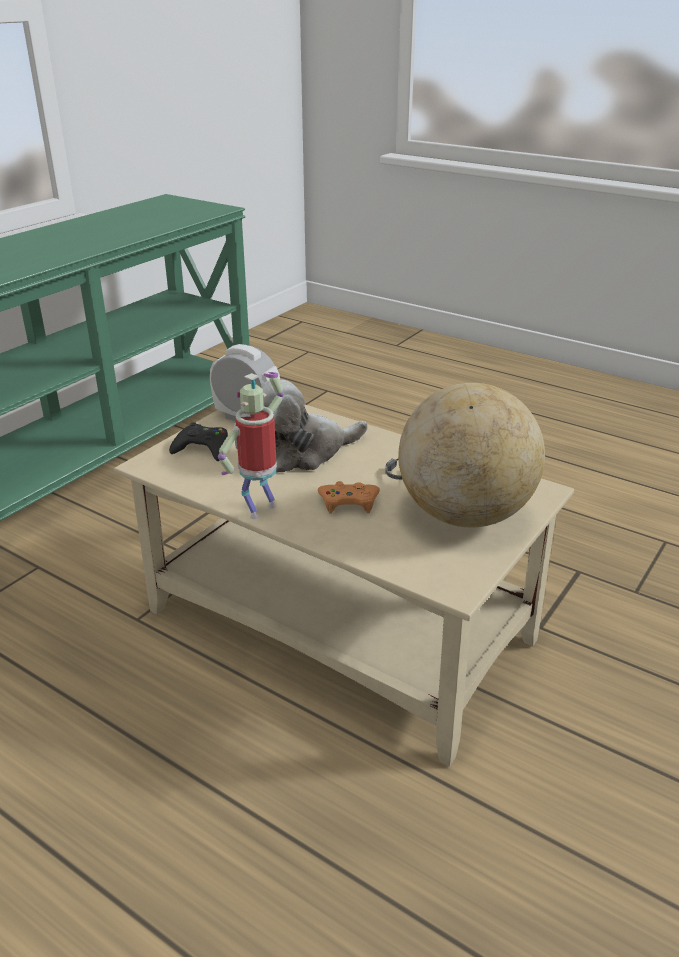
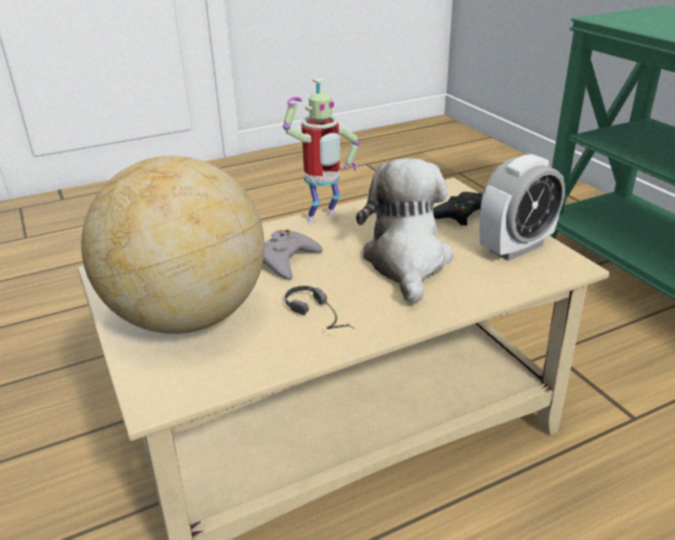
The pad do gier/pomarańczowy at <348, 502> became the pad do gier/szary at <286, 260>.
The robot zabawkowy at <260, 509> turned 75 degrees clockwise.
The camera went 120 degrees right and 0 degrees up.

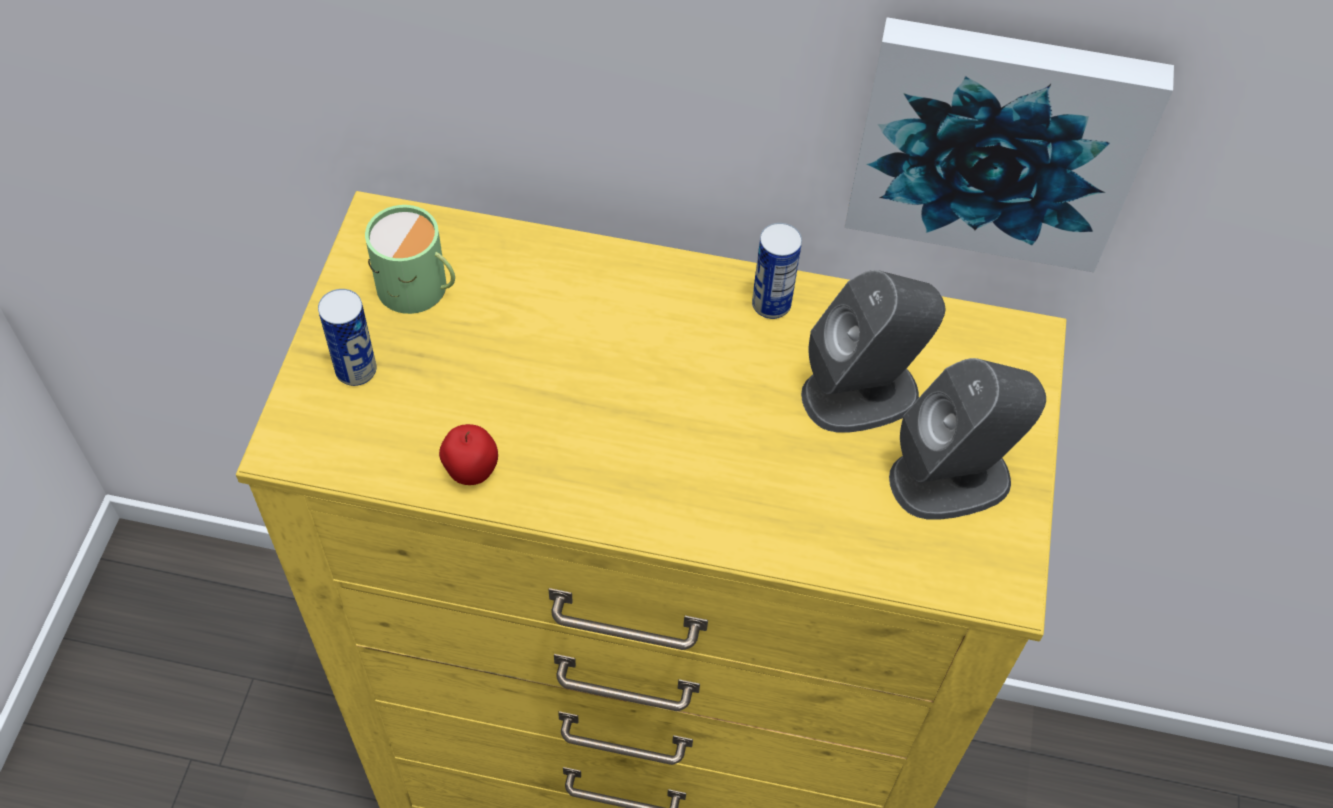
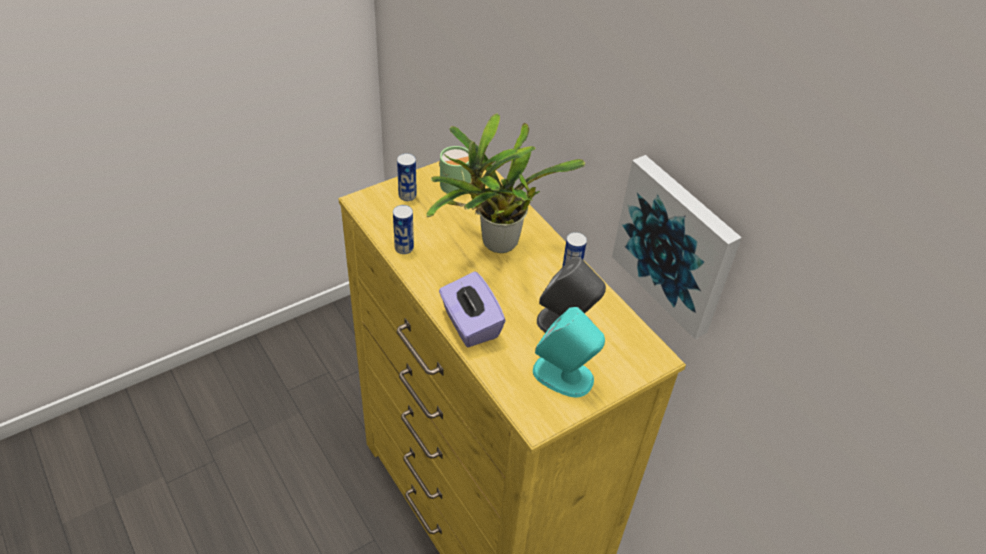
The jabłko at <471, 472> was replaced by the puszka at <404, 248>.
The roślina doniczkowa at <494, 244> appeared.
The pudełko chusteczek/fioletowy at <470, 324> appeared.
The głośnik/szary at <952, 478> became the głośnik/turkusowy at <564, 375>.
The camera went 45 degrees right and 10 degrees down.

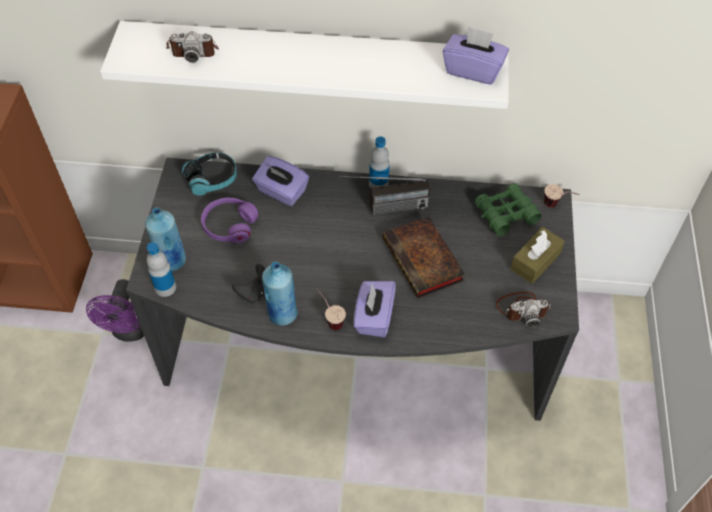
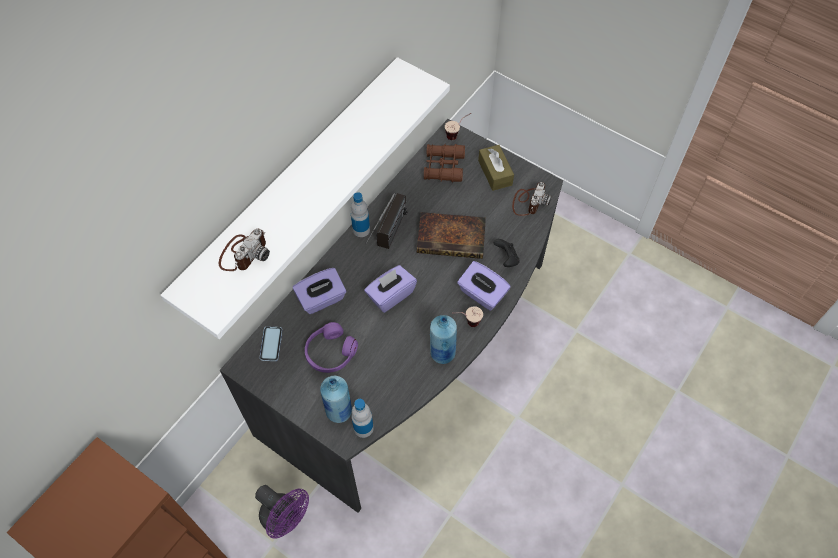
The słuchawki at <212, 179> was replaced by the telefon at <271, 344>.
The pudełko chusteczek/fioletowy moved from <473, 70> to <390, 295>.
The lornetka/zielony at <505, 214> became the lornetka/brązowy at <443, 167>.
The pad do gier/czarny moved from <255, 292> to <506, 259>.
The camera went 60 degrees left and 5 degrees up.

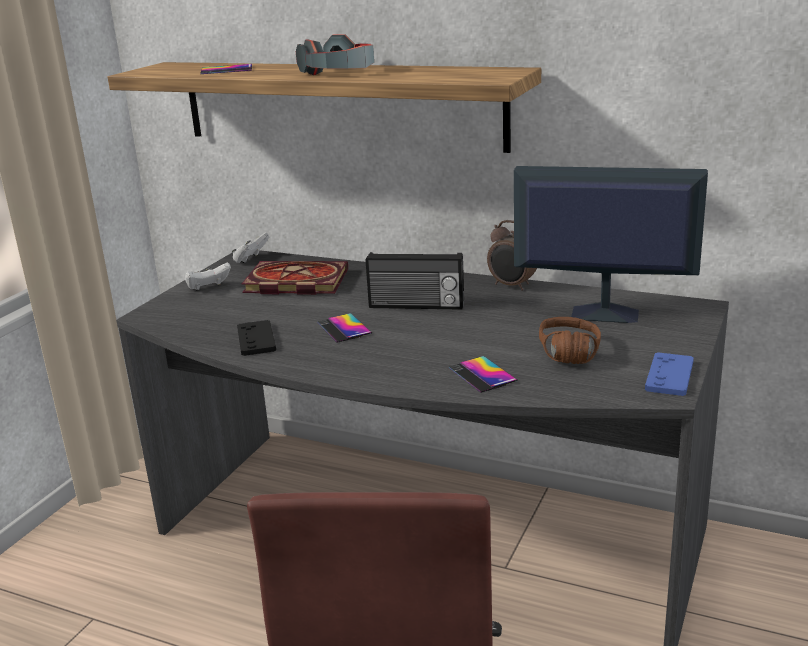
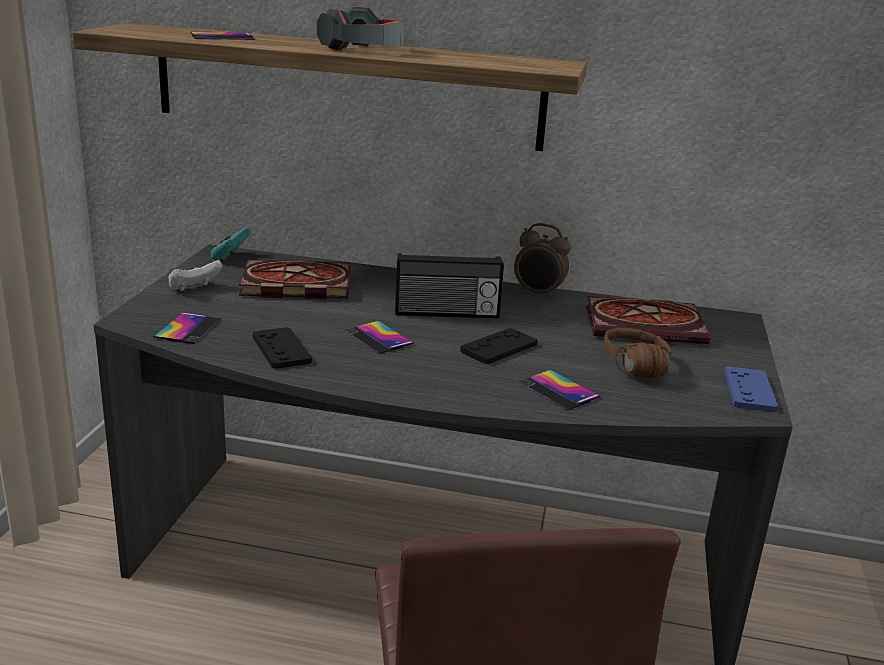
The telefon at <188, 328> appeared.
The pad do gier/biały at <251, 259> became the pad do gier/turkusowy at <230, 257>.
The pad do gier/czarny at <499, 348> appeared.
The monitor at <603, 314> was replaced by the książka at <647, 325>.
The camera went 15 degrees left and 0 degrees up.

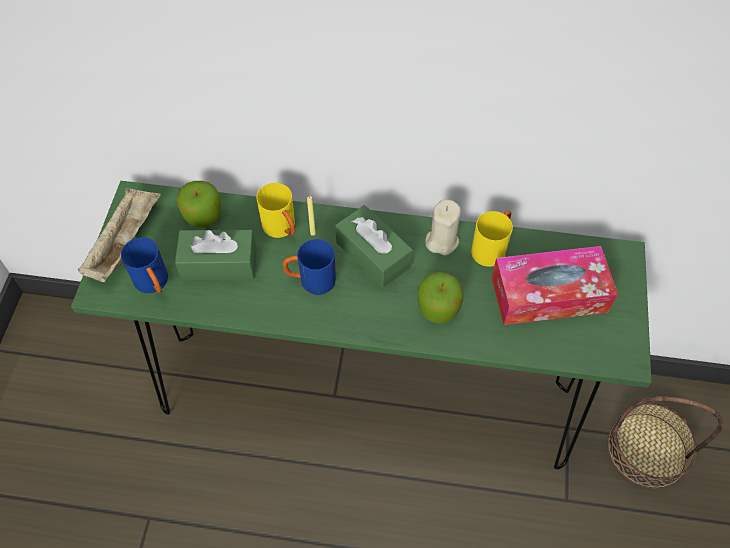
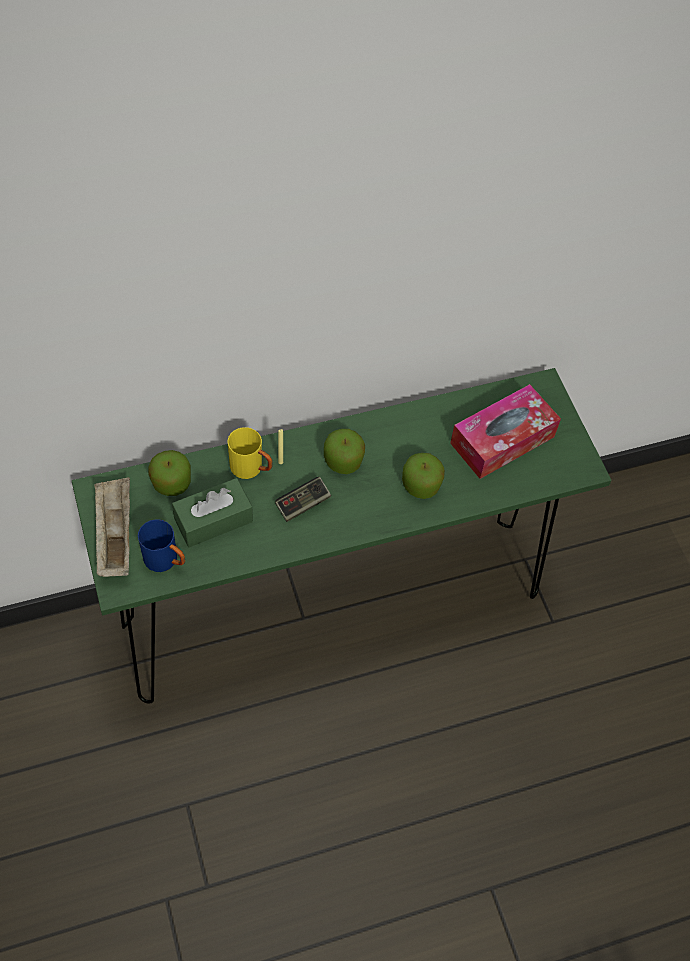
The kubek/niebieski at <311, 281> was replaced by the pad do gier at <303, 504>.
The pudełko chusteczek/zielony at <373, 254> was replaced by the jabłko at <343, 461>.
The świeca/beżowy at <441, 241> disappeared.
The kubek/żółty at <491, 248> disappeared.
The koszyk at <647, 449> disappeared.
The camera went 30 degrees left and 0 degrees up.

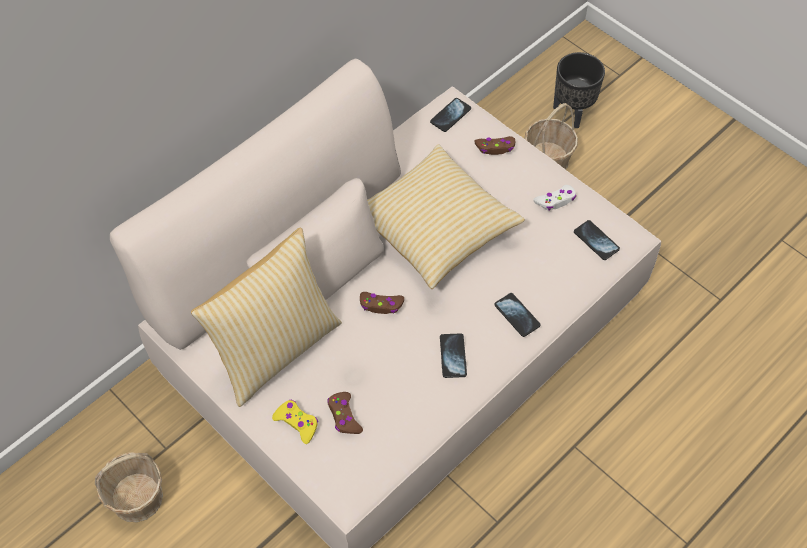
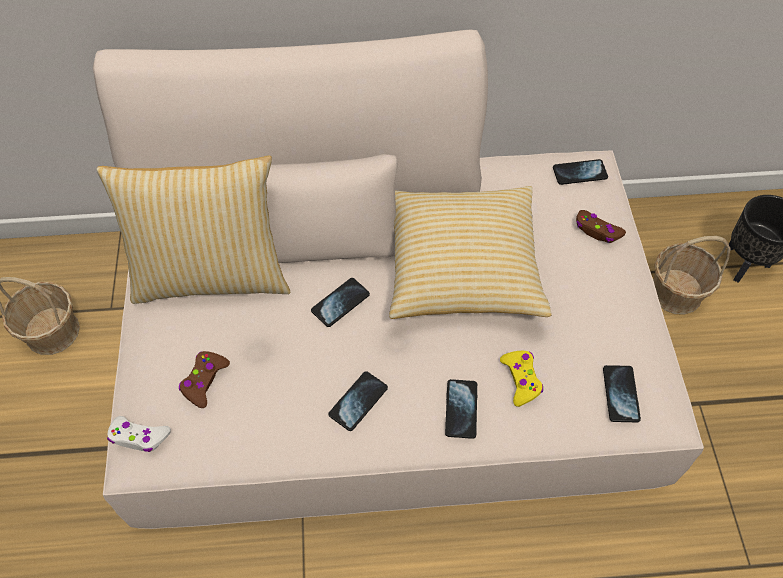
The pad do gier/biały moved from <555, 201> to <139, 437>.
The pad do gier/brązowy at <381, 305> was replaced by the telefon at <340, 303>.
The pad do gier/żółty moved from <297, 423> to <521, 379>.
The camera went 40 degrees right and 0 degrees up.

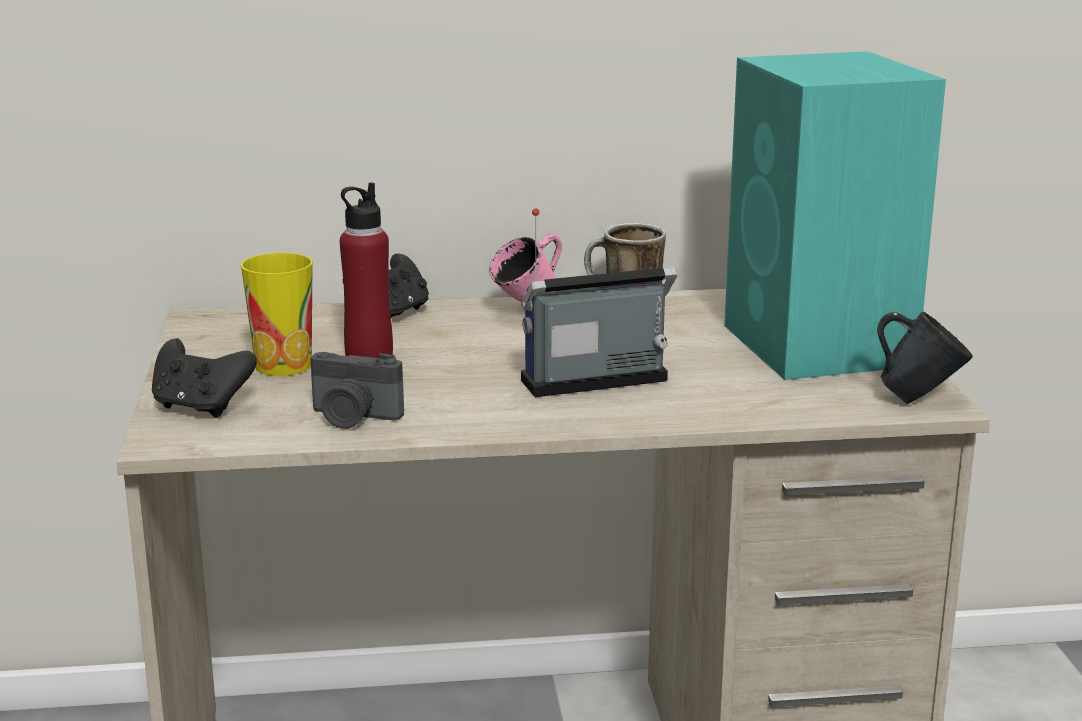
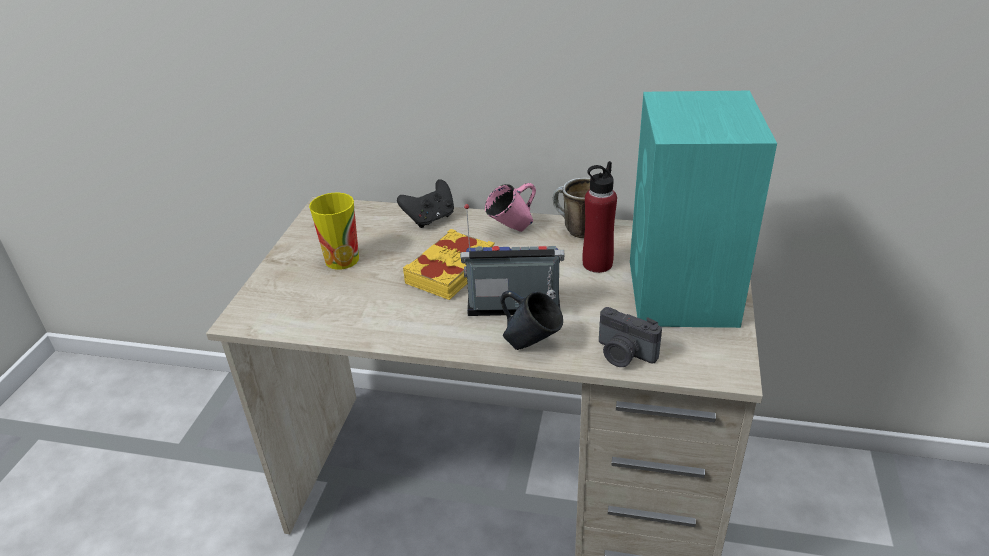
The książka/żółty at <452, 271> appeared.
The kubek/niebieski moved from <918, 399> to <531, 345>.
The butelka/czerwony moved from <368, 356> to <597, 264>.
The aparat fotograficzny moved from <353, 417> to <623, 354>.
The pad do gier/czarny at <201, 407> disappeared.
The camera went 20 degrees right and 15 degrees up.

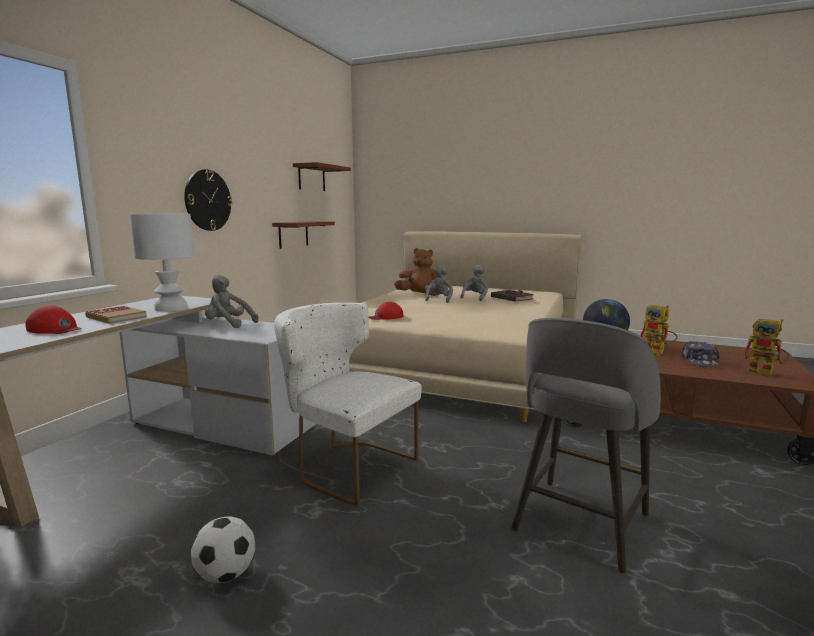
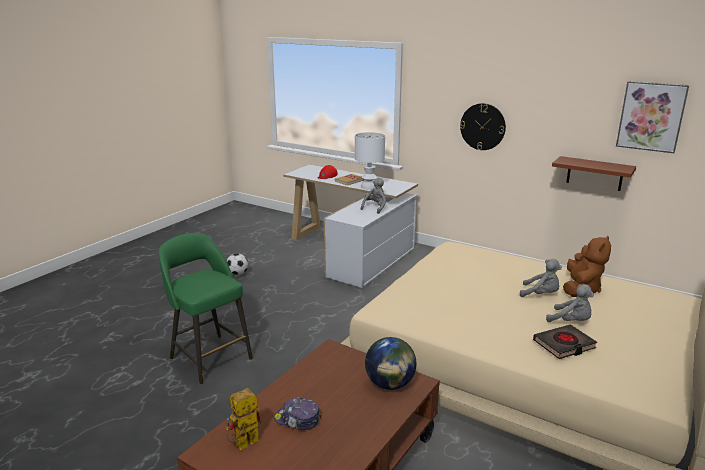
The stołek/szary at <579, 524> became the stołek/zielony at <209, 357>.
The półka/brązowy at <311, 178> was replaced by the obraz at <651, 116>.
The krzesło/biały at <347, 466> disappeared.
The czapka z daszkiem/czerwony at <386, 317> disappeared.
The robot zabawkowy at <657, 353> disappeared.
The camera went 100 degrees right and 10 degrees up.

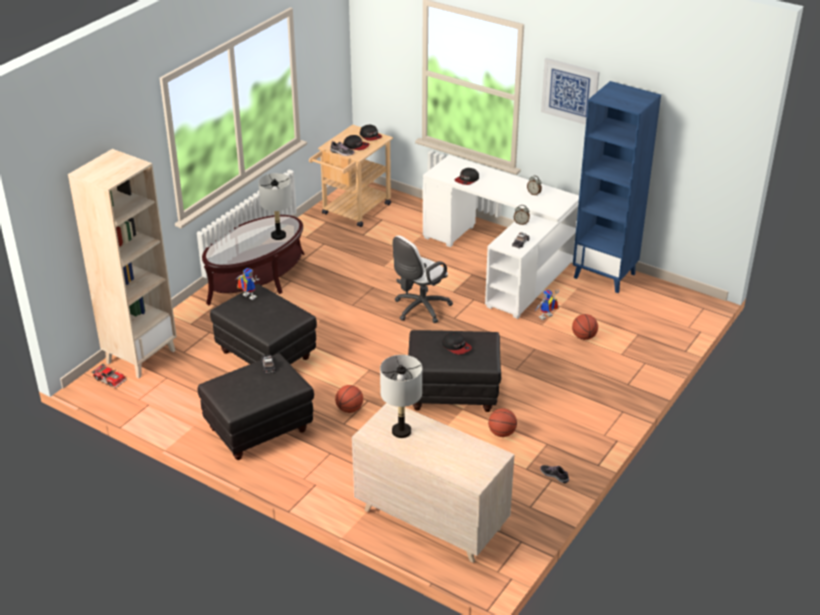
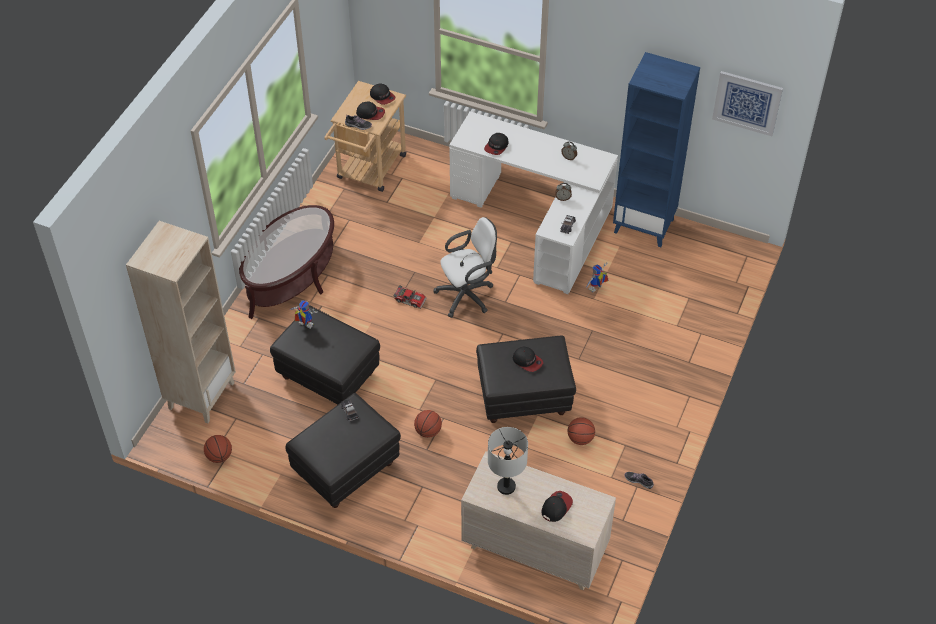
The piłka do koszykówki moved from <584, 337> to <219, 456>.
The samochodzik moved from <110, 378> to <410, 299>.
The krzesło biurowe/biały at <419, 309> turned 150 degrees counterclockwise.
The czapka z daszkiem at <556, 507> appeared.
The obraz moved from <570, 91> to <747, 103>.
The lampa stołowa/szary at <278, 236> disappeared.
The camera went 10 degrees left and 15 degrees up.

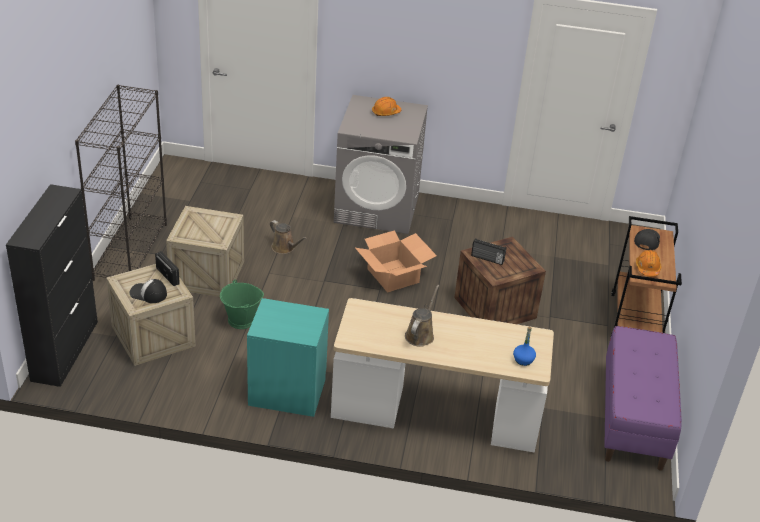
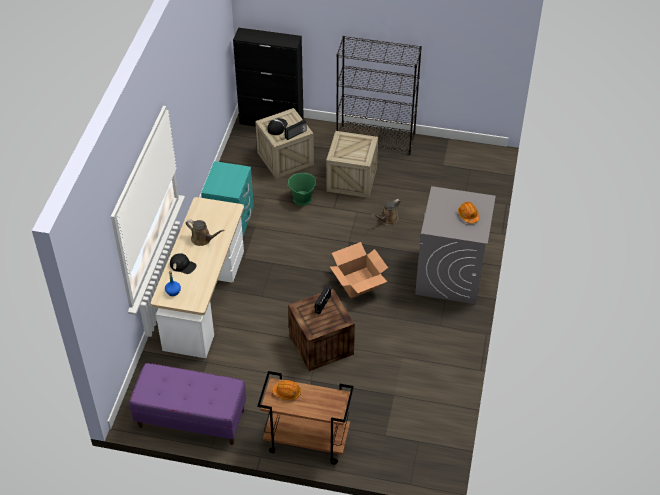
The czapka z daszkiem/czarny moved from <647, 240> to <183, 265>.
The camera went 95 degrees right and 10 degrees up.

